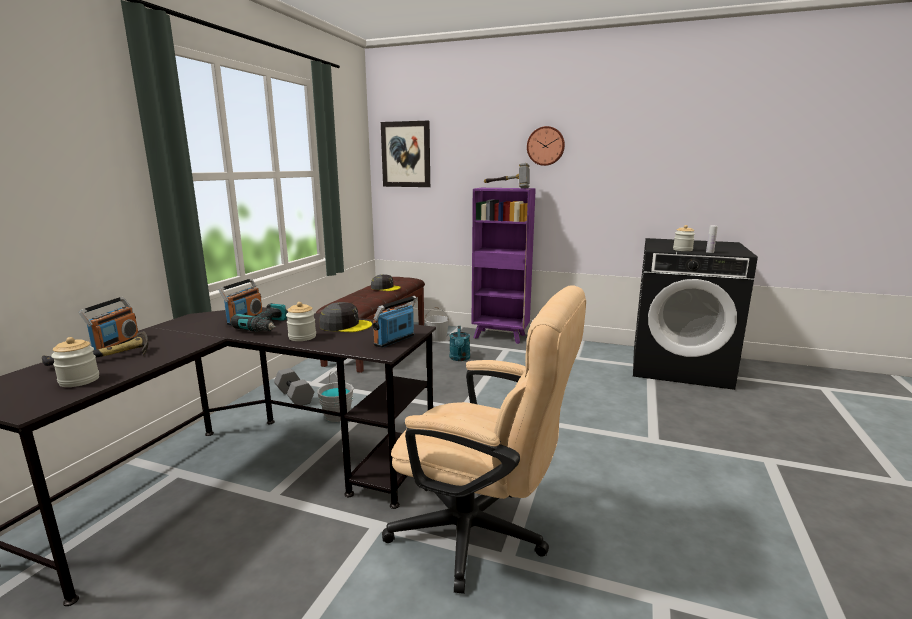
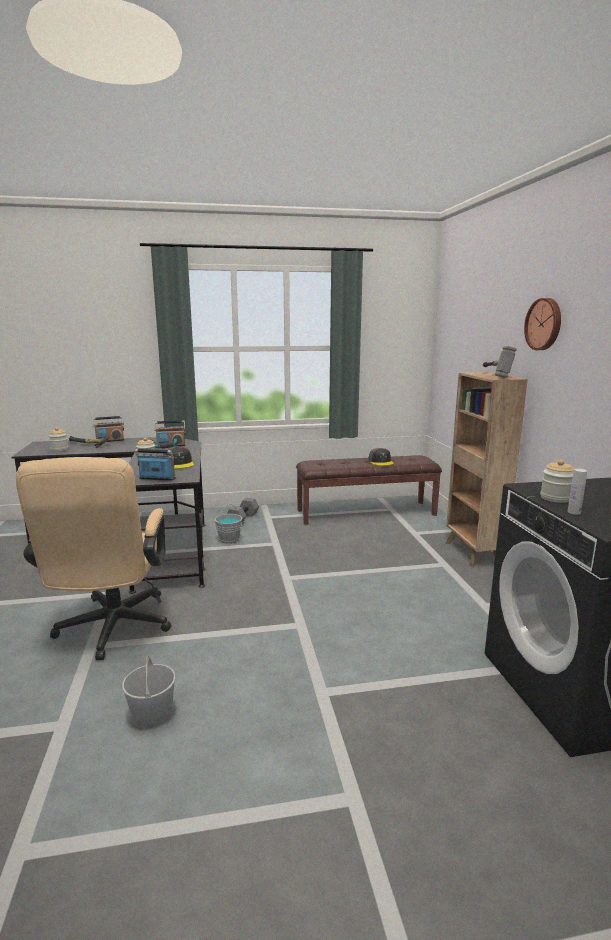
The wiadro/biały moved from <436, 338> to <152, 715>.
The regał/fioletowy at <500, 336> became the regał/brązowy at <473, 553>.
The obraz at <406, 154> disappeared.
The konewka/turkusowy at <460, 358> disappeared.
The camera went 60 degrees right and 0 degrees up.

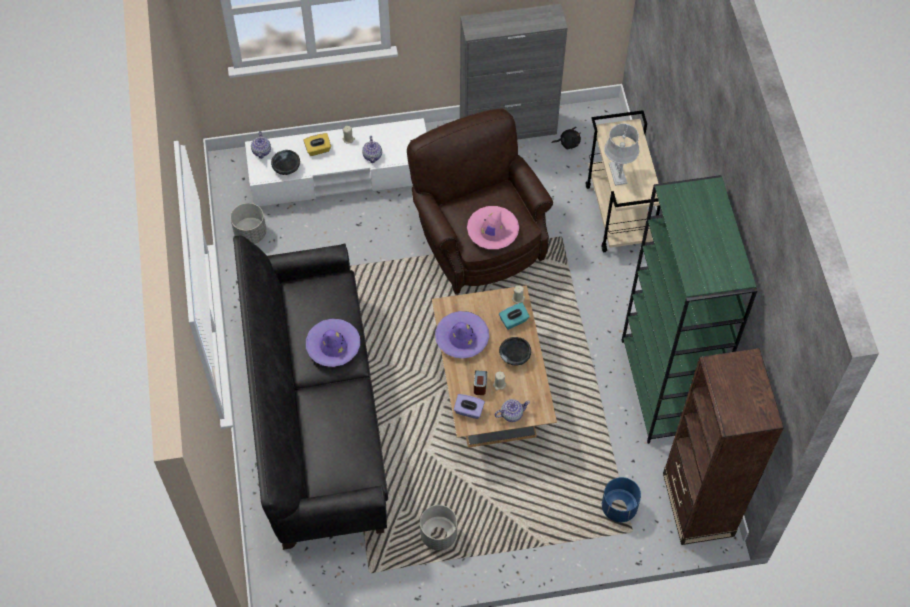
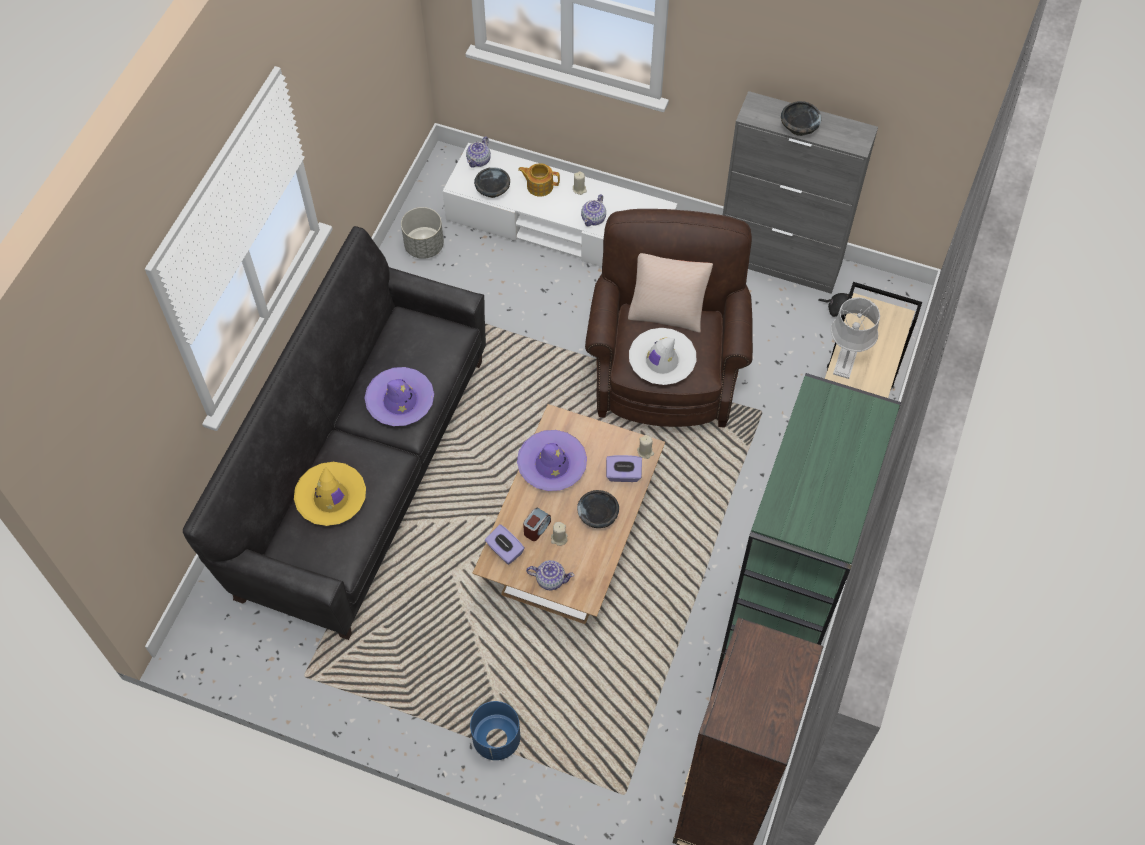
The kapelusz/żółty at <331, 498> appeared.
The donica/niebieski moved from <619, 507> to <496, 739>.
The pudełko chusteczek/żółty at <318, 149> was replaced by the imbryk at <539, 185>.
The pudełko chusteczek/turkusowy at <514, 321> became the pudełko chusteczek/fioletowy at <623, 475>.
The poduszka/beżowy at <668, 309> appeared.
The kapelusz/różowy at <492, 231> became the kapelusz/biały at <662, 361>.
The miska/czarny at <799, 127> appeared.
The donica/szary at <438, 535> disappeared.
The camera went 30 degrees right and 0 degrees up.

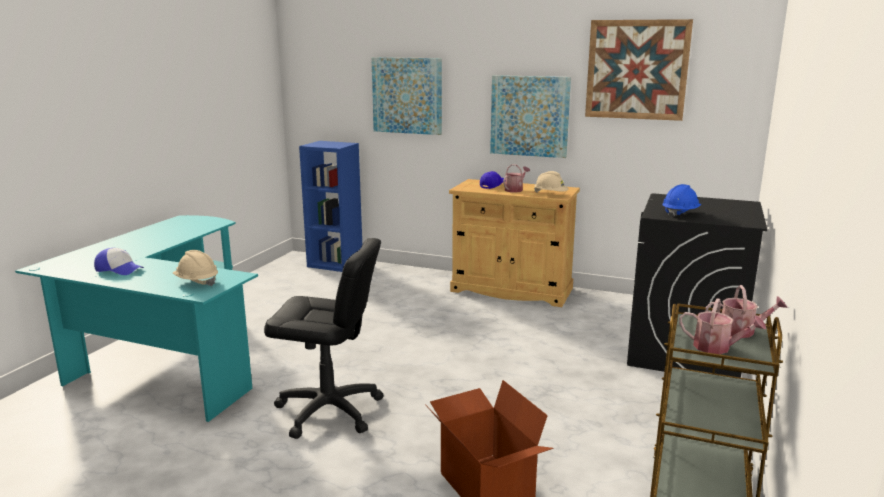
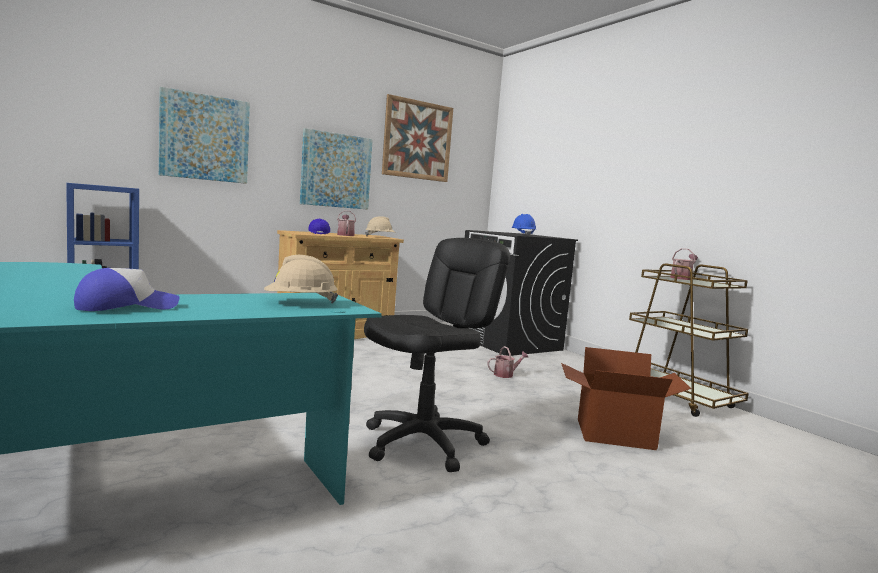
The konewka moved from <717, 348> to <506, 374>.
The camera went 55 degrees left and 10 degrees down.

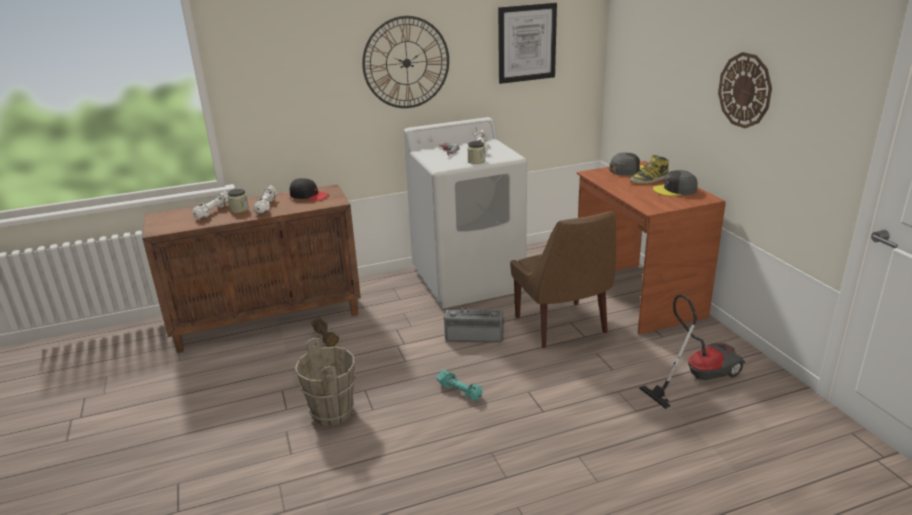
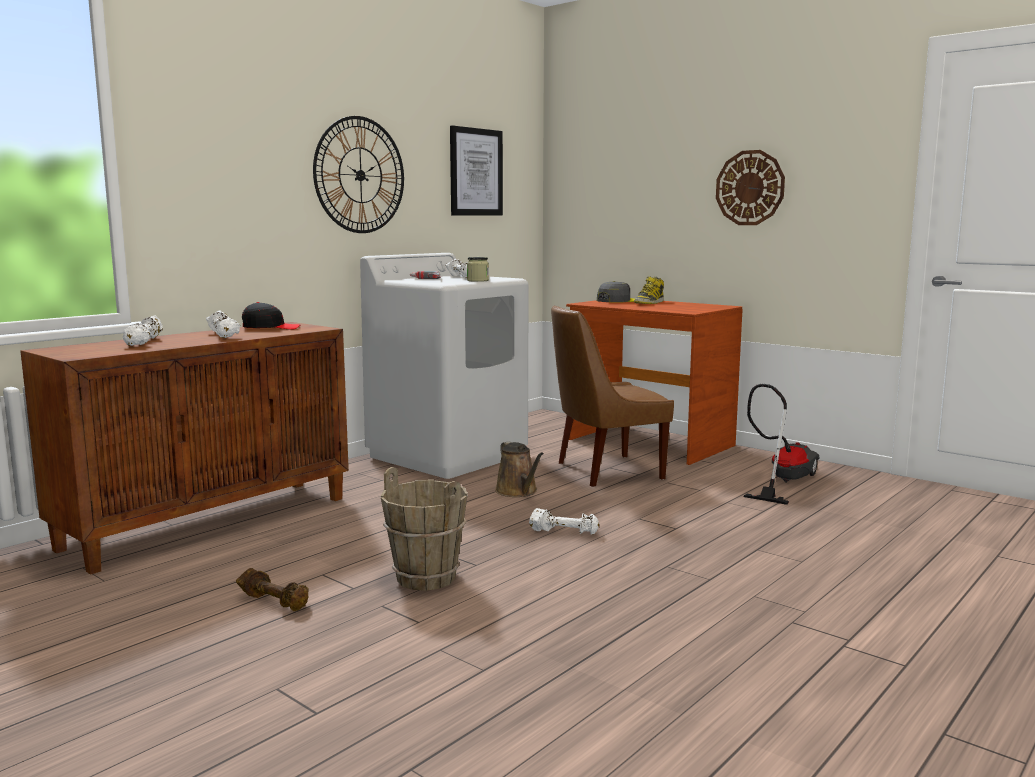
The hantel/brązowy moved from <326, 338> to <275, 602>.
The radio at <474, 336> was replaced by the konewka/brązowy at <518, 492>.
The hantel/turkusowy at <460, 391> became the hantel/biały at <564, 532>.
The krzesło/brązowy at <562, 326> turned 120 degrees clockwise.
The słoik at <239, 209> disappeared.
The czapka z daszkiem/szary at <675, 190> disappeared.
The camera went 30 degrees left and 15 degrees down.

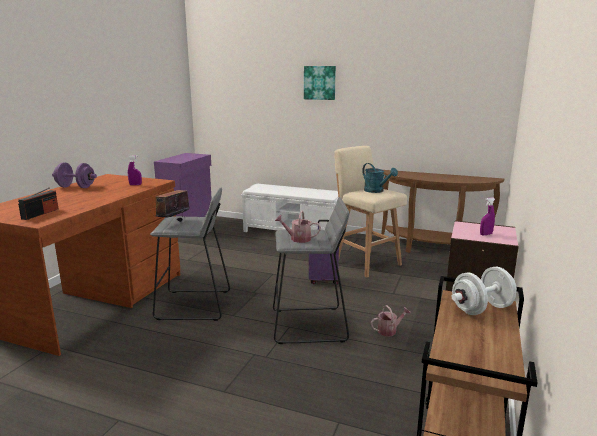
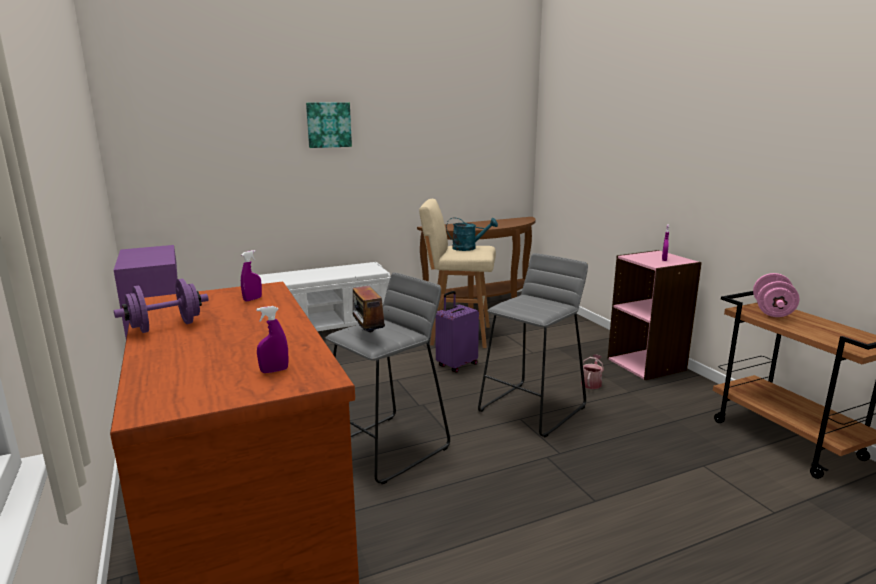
The radio at <40, 214> was replaced by the spryskiwacz/fioletowy at <274, 370>.
The hantel/biały at <481, 309> became the hantel/różowy at <772, 311>.
The konewka at <297, 239> disappeared.
The camera went 45 degrees left and 0 degrees up.

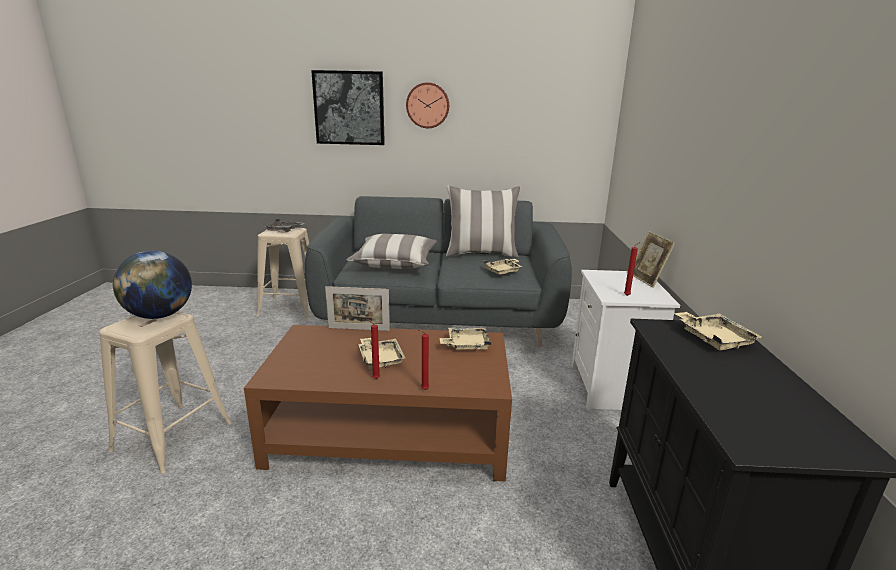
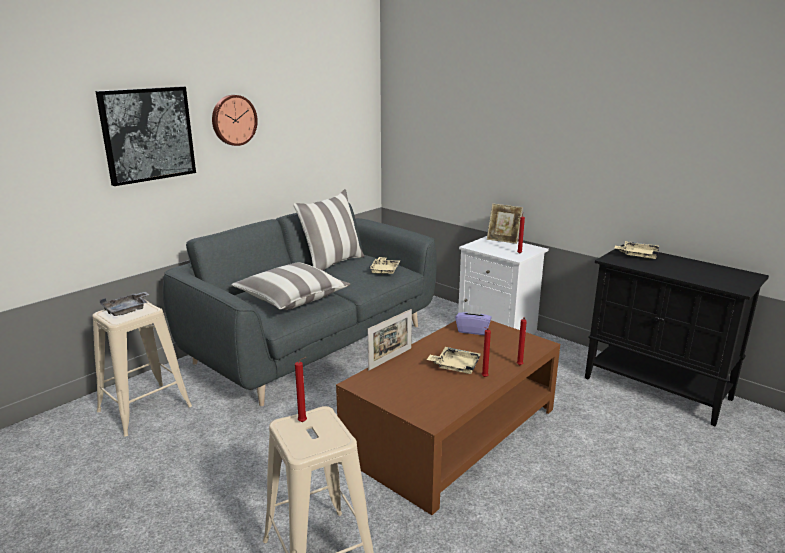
The globus at <160, 315> was replaced by the świeca/czerwony at <304, 422>.
The taca/beżowy at <466, 345> was replaced by the pudełko chusteczek/fioletowy at <473, 330>.
The camera went 50 degrees left and 0 degrees up.

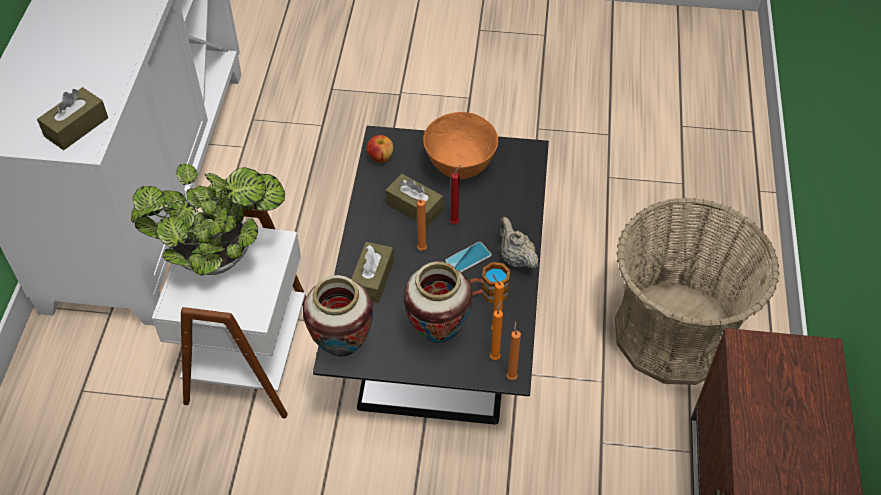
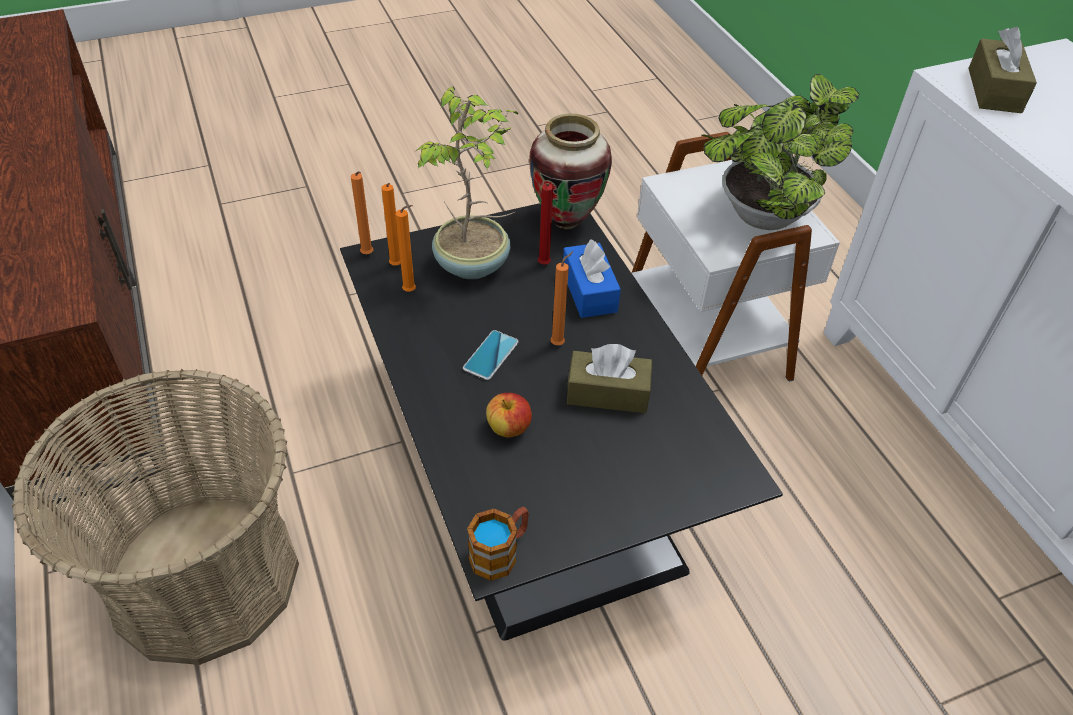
The wazon at <438, 334> was replaced by the roślina doniczkowa at <473, 265>.
The kubek moved from <488, 293> to <500, 552>.
The jabłko moved from <380, 157> to <508, 428>.
The świeca/czerwony moved from <455, 222> to <543, 265>.
The pudełko chusteczek/brązowy at <372, 279> became the pudełko chusteczek/niebieski at <589, 291>.
The miska/pomarańczowy at <460, 167> disappeared.
The imbryk/beżowy at <515, 258> disappeared.
The camera went 150 degrees right and 5 degrees down.

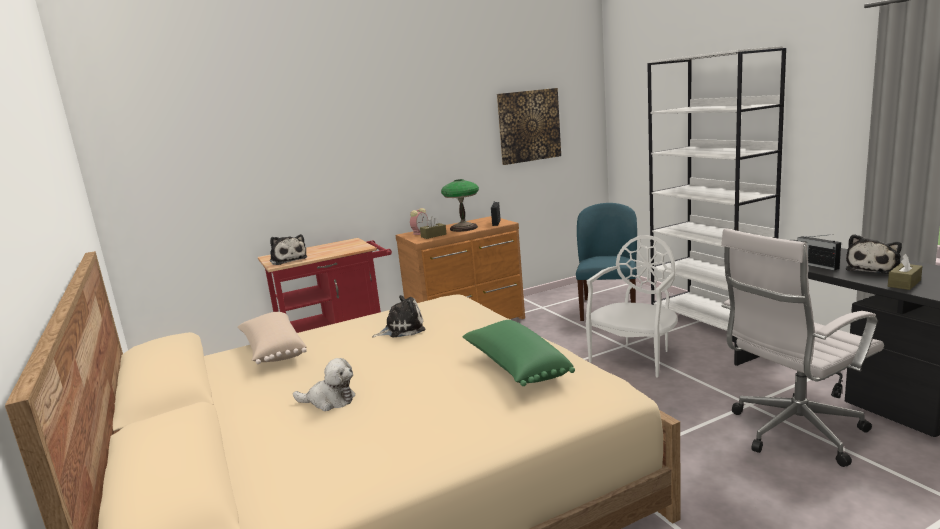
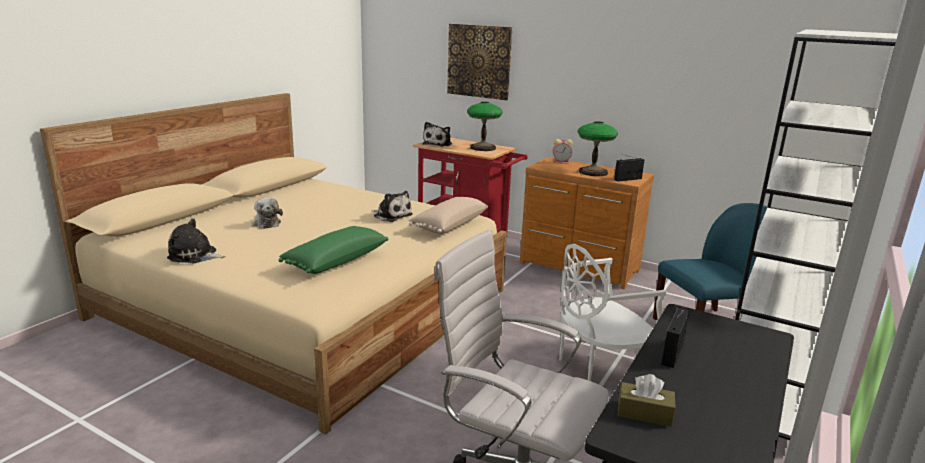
The pluszak moved from <873, 268> to <195, 256>.
The poduszka/beżowy moved from <273, 351> to <448, 225>.
The obraz moved from <529, 126> to <479, 61>.
The lampa stołowa at <483, 148> appeared.
The krzesło/biały at <635, 357> turned 150 degrees clockwise.
The pudełko chusteczek/brązowy at <433, 235> disappeared.
The camera went 55 degrees right and 5 degrees up.

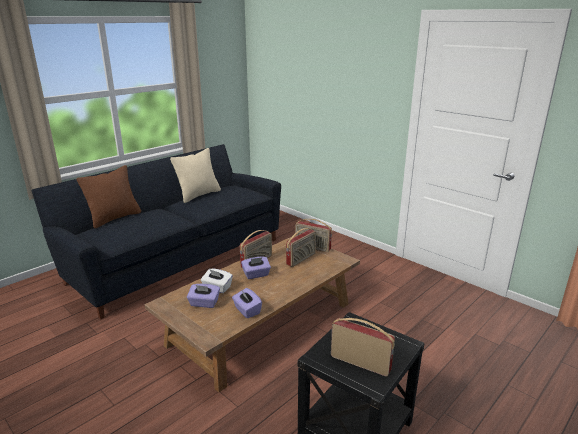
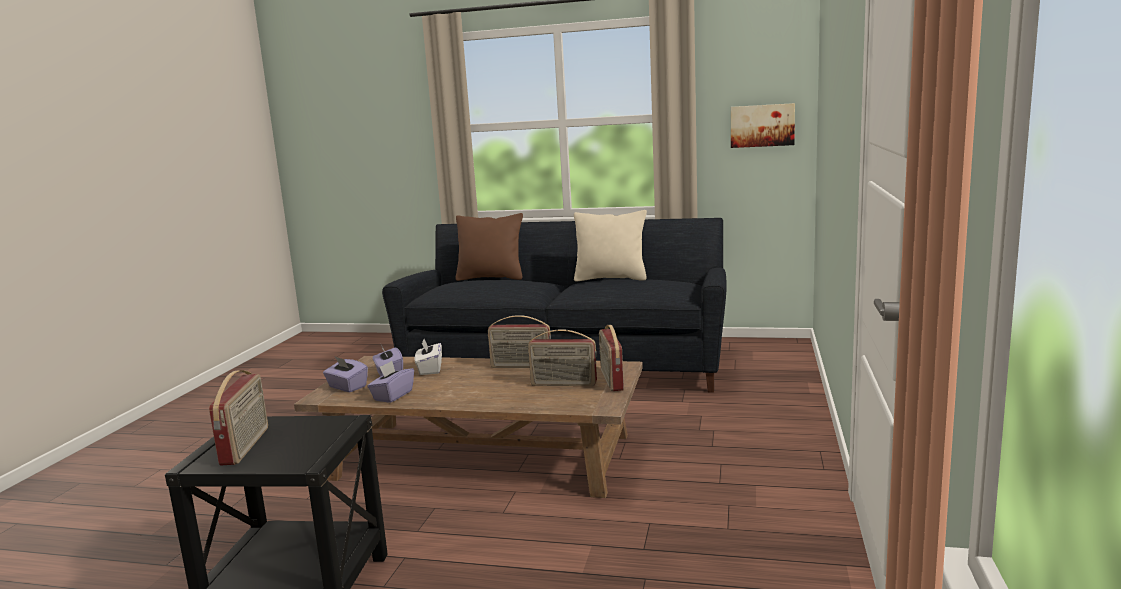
The pudełko chusteczek/fioletowy moved from <256, 274> to <347, 387>.
The obraz at <762, 125> appeared.
The camera went 60 degrees right and 10 degrees down.

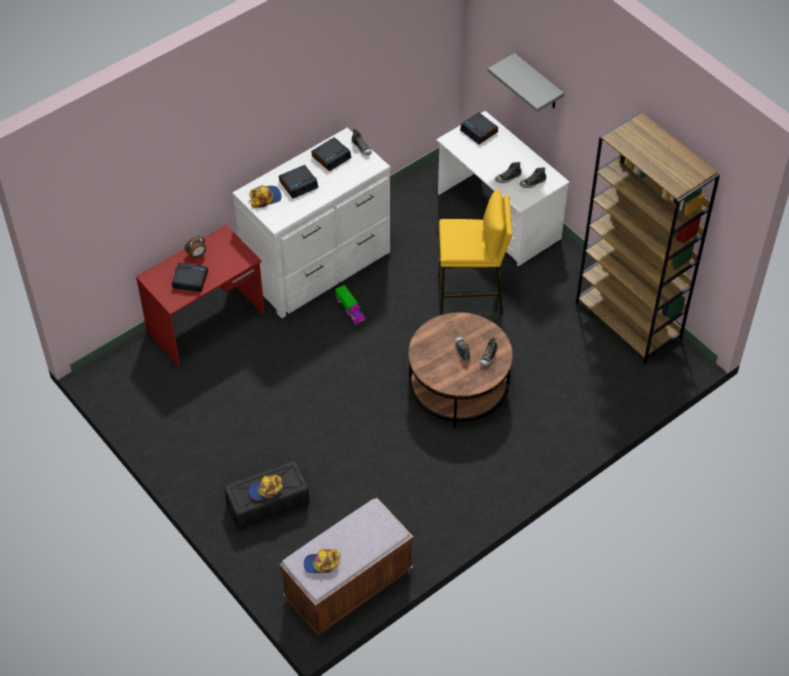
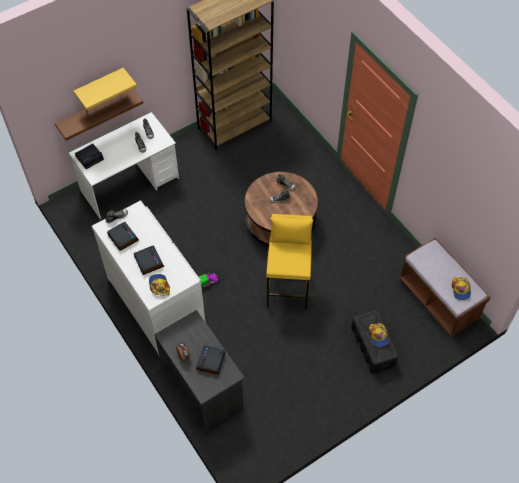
The półka/brązowy at <95, 111> appeared.
The półka/szary at <538, 83> became the półka/żółty at <100, 86>.
The biurko/czerwony at <207, 322> became the biurko/szary at <202, 384>.
The stołek/żółty moved from <471, 297> to <288, 287>.
The camera went 85 degrees left and 5 degrees up.

